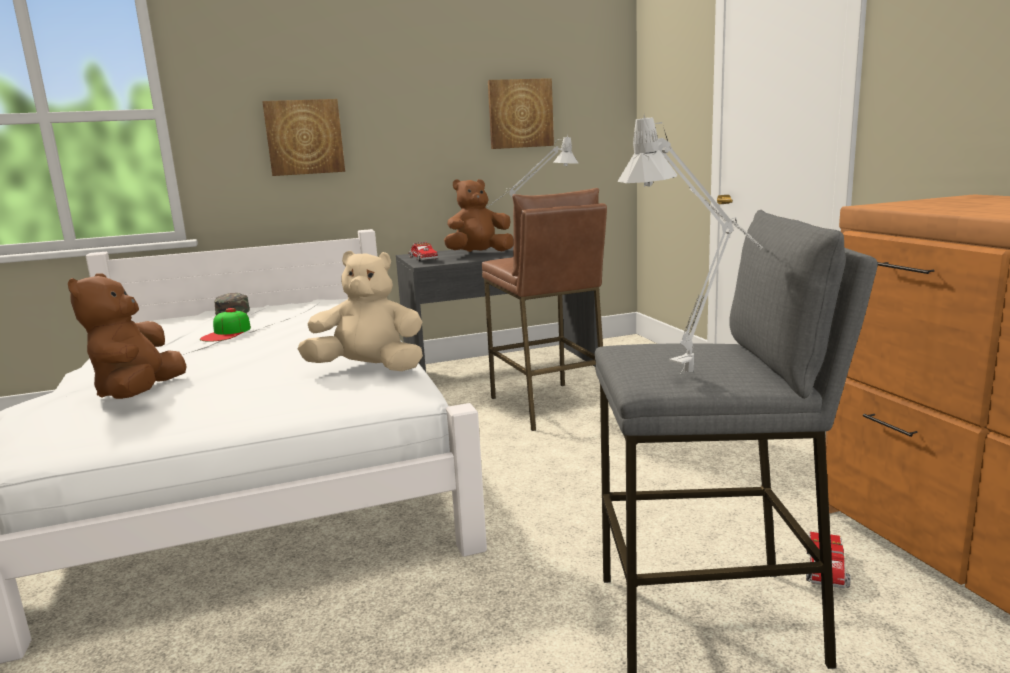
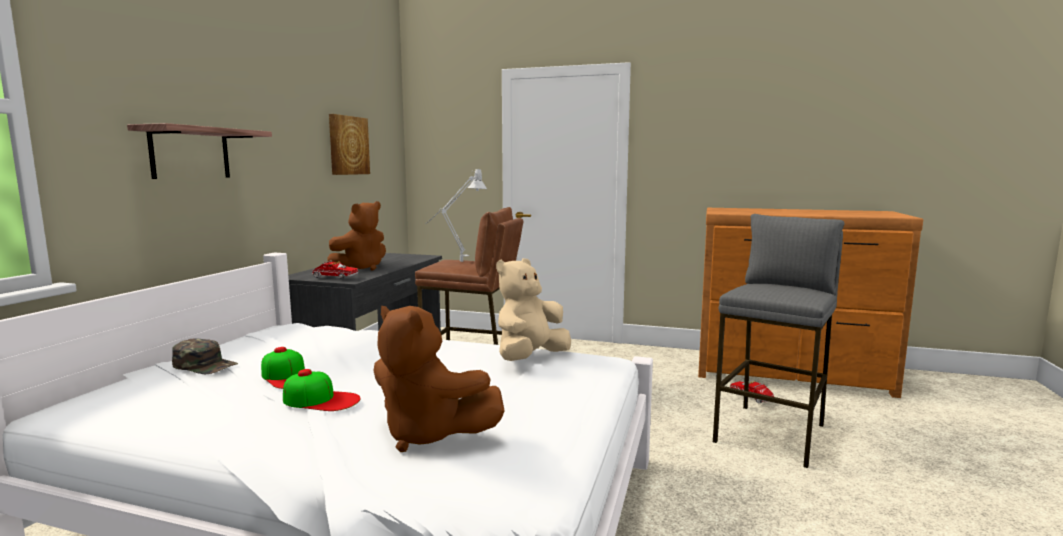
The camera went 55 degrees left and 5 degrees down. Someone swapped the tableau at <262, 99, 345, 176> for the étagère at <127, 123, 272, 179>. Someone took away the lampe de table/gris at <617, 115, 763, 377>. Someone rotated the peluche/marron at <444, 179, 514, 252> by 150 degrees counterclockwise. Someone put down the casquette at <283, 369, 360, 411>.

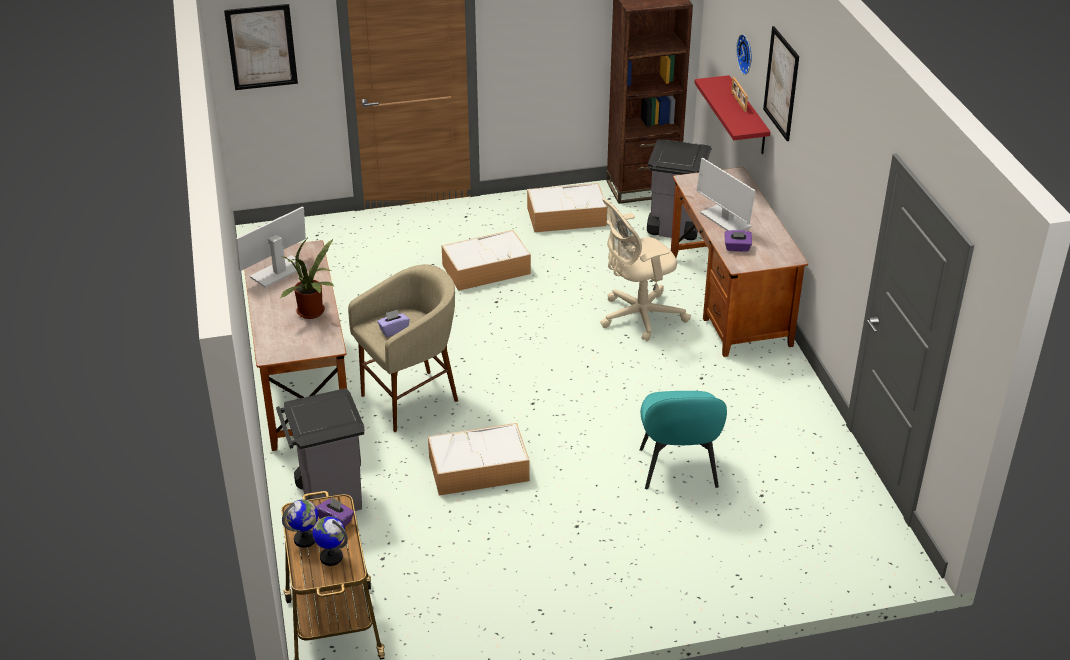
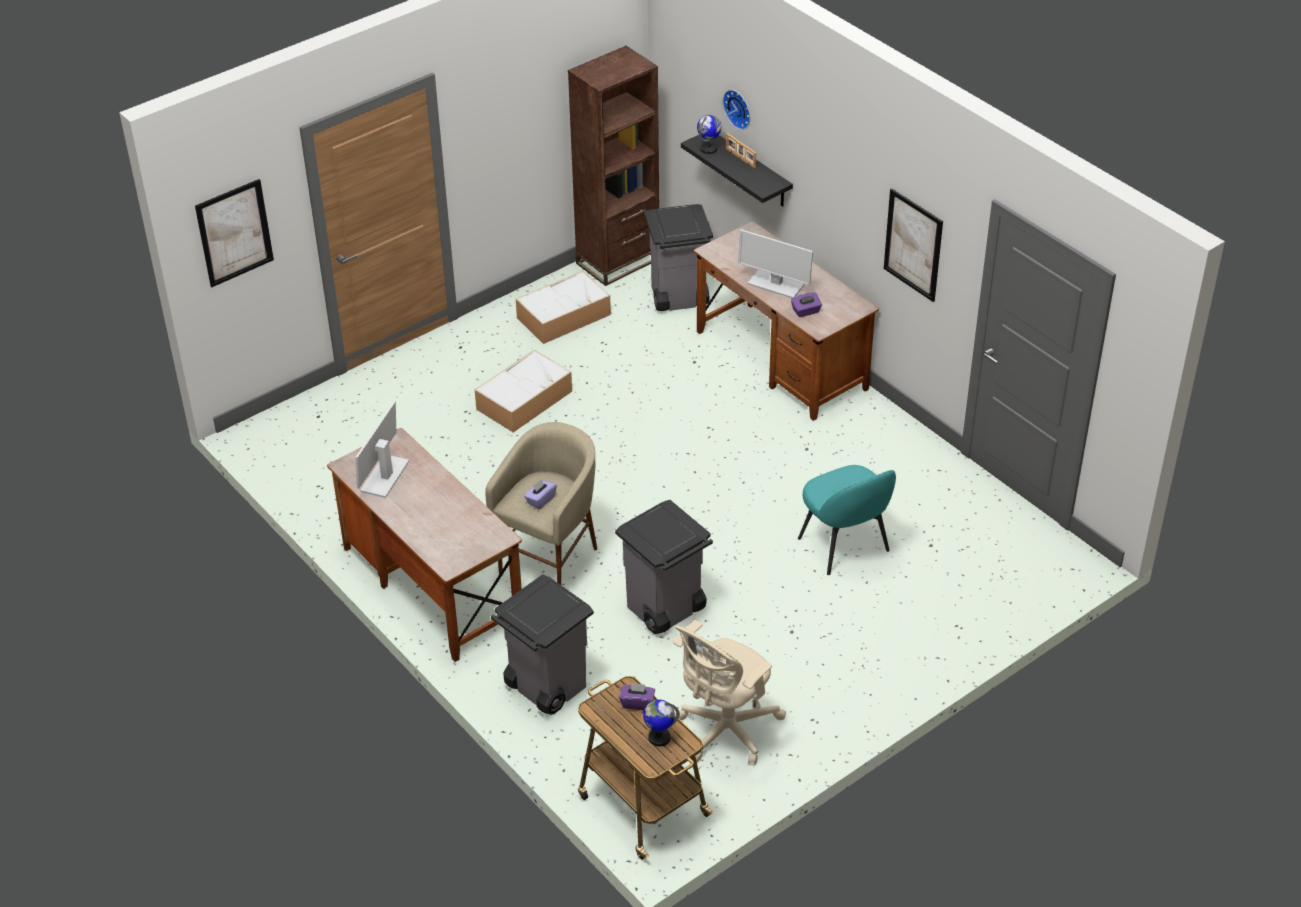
The camera went 25 degrees left and 5 degrees up. Someone carried the tableau from <763, 26, 799, 141> to <884, 189, 943, 302>. Someone repainted the étagère/rouge at <694, 75, 770, 154>, which became the étagère/noir at <681, 135, 793, 207>. Someone carried the chaise de bureau/beige from <600, 199, 691, 341> to <673, 620, 786, 764>. Someone took away the plante en pot at <280, 239, 335, 319>. Someone swapped the boîte de rangement at <428, 423, 530, 496> for the poubelle/gris at <615, 500, 713, 634>. Someone carried the globe from <282, 499, 318, 548> to <697, 115, 721, 154>.

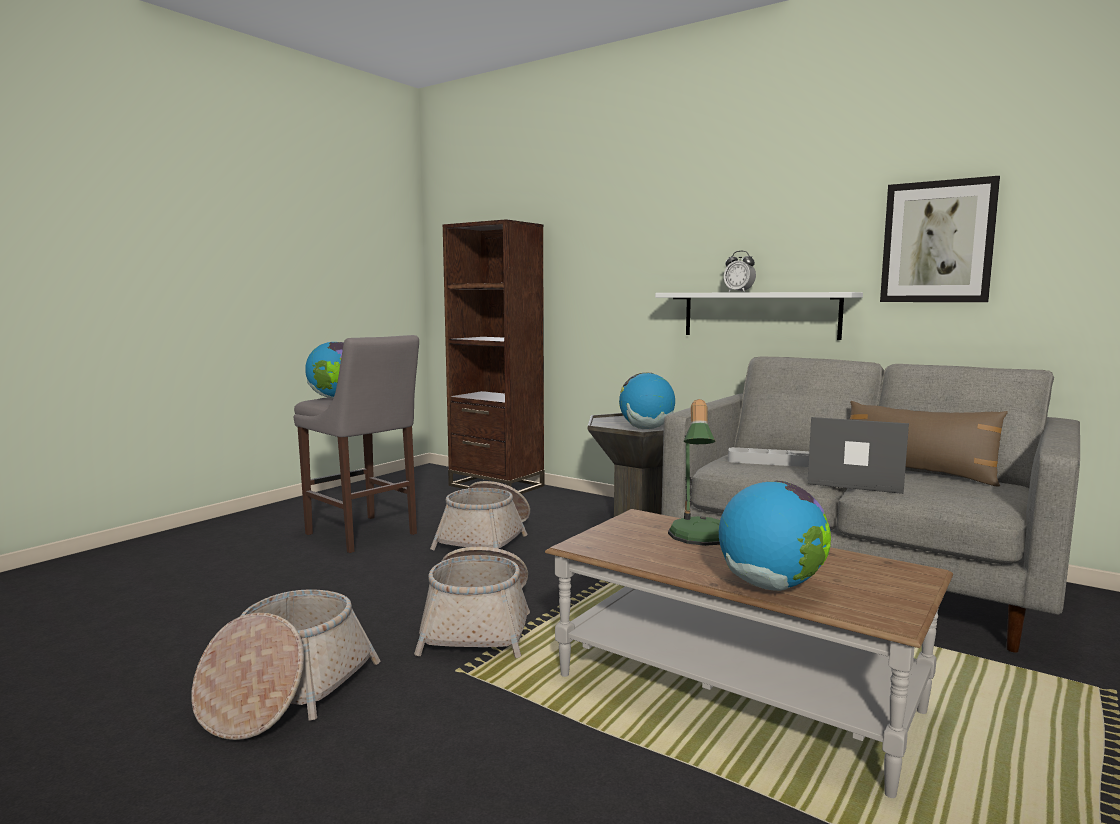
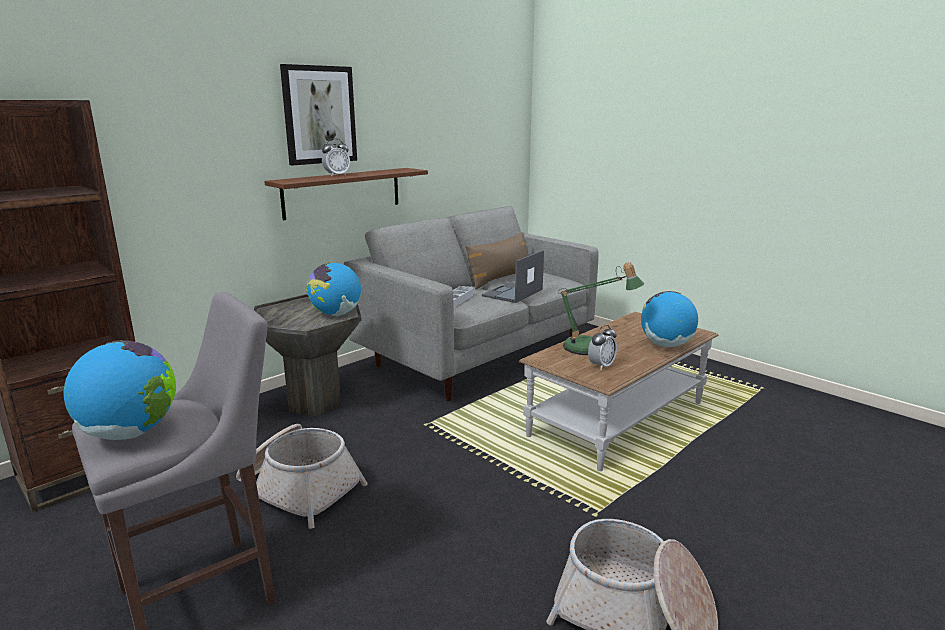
The camera went 80 degrees left and 10 degrees up. Someone carried the tableau from <880, 176, 1000, 302> to <280, 64, 357, 166>. Someone repainted the étagère/blanc at <655, 292, 863, 340>, which became the étagère/marron at <264, 168, 428, 220>. Someone took away the panier at <414, 547, 530, 658>. Someone put down the réveil at <588, 325, 617, 370>.

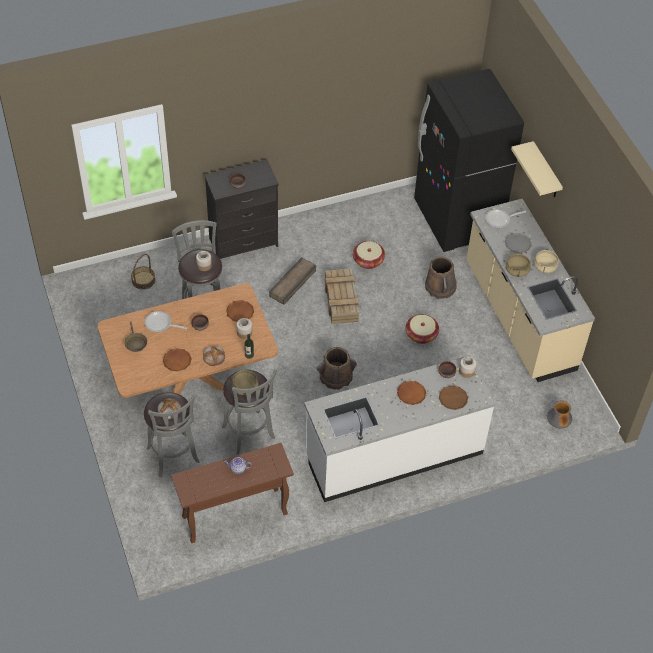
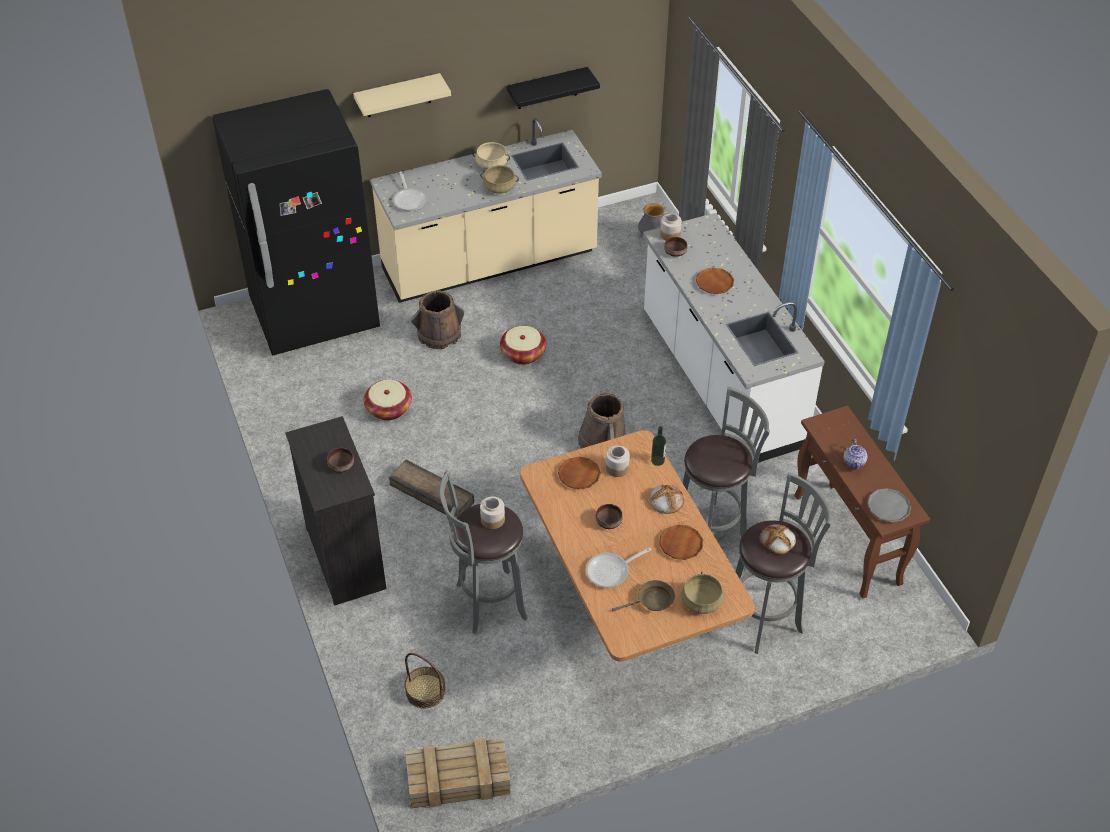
The camera went 90 degrees left and 5 degrees down. Someone carried the assiette/gris from <505, 233, 532, 253> to <867, 488, 911, 522>. Someone carried the caisse from <325, 269, 359, 324> to <405, 738, 511, 808>. Someone rotated the poêle at <145, 311, 187, 332> by 45 degrees clockwise. Someone carried the marmite/beige from <230, 370, 261, 395> to <681, 572, 723, 614>. Someone took away the assiette/marron at <439, 386, 468, 410>. Someone put up the étagère/noir at <507, 67, 600, 109>.

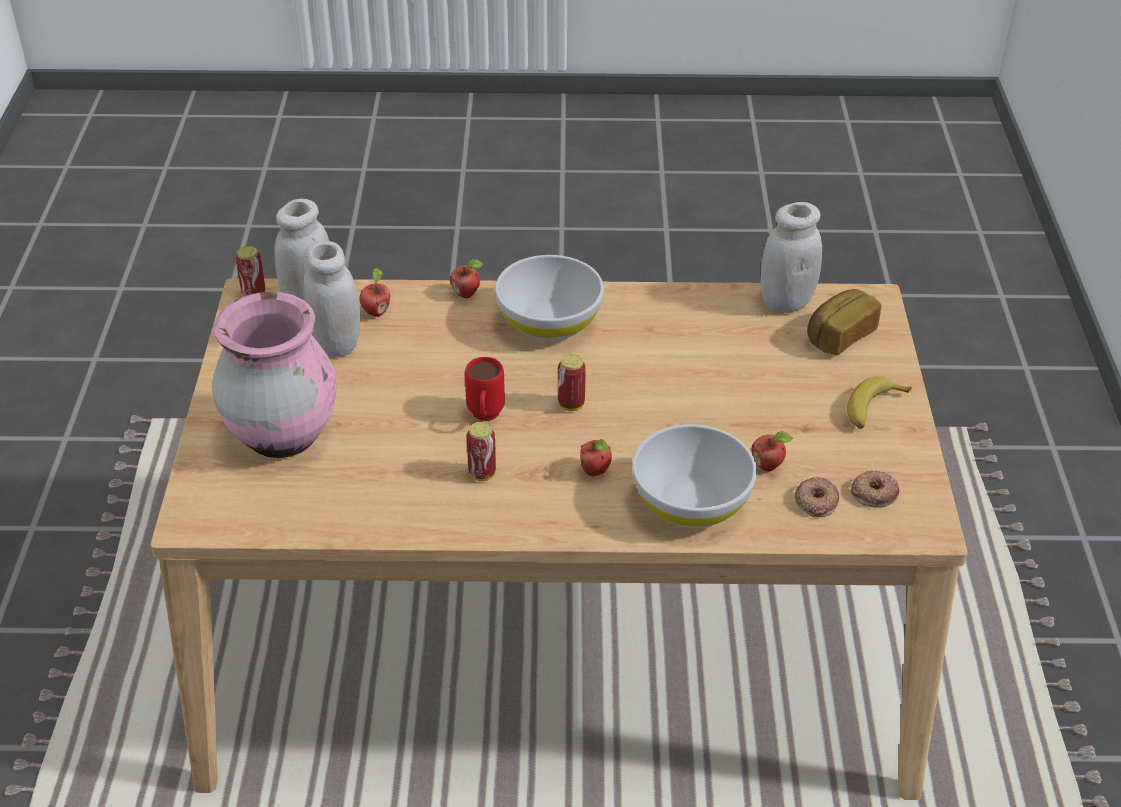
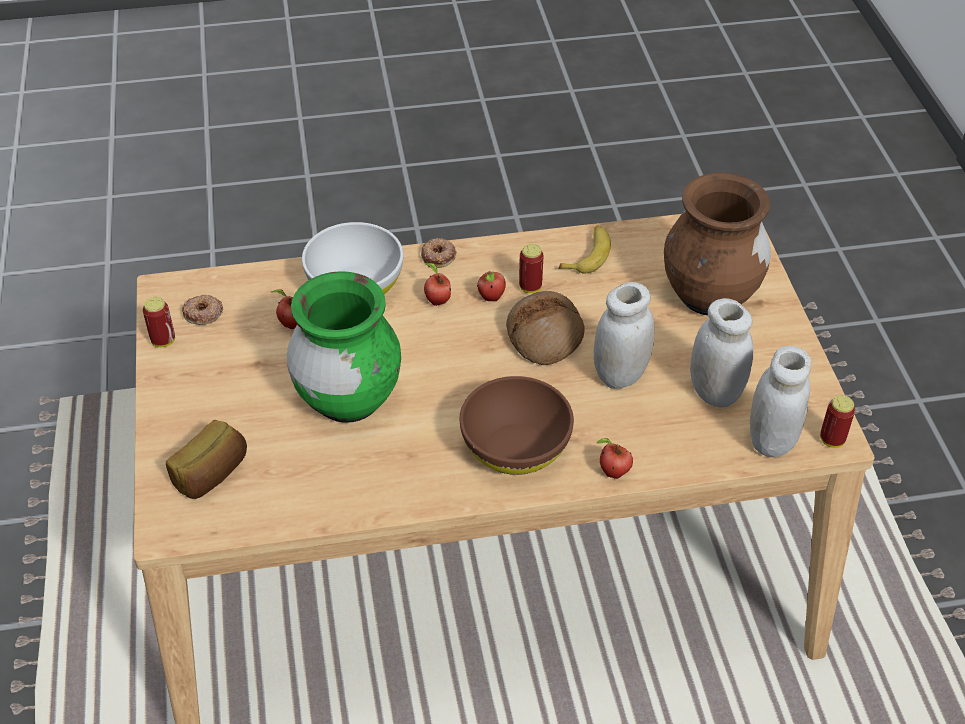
The camera went 170 degrees right and 5 degrees up. Someone carried the bocal/blanc from <760, 202, 822, 313> to <593, 282, 654, 389>. Someone repainted the bol/blanc at <495, 255, 604, 341>, which became the bol/marron at <460, 376, 574, 475>. Someone carried the pomme from <359, 268, 390, 317> to <477, 271, 506, 301>. Someone repainted the vase/rose at <212, 292, 336, 458>, which became the vase/marron at <664, 172, 771, 315>. Someone carried the boîte métallique from <558, 354, 586, 411> to <143, 297, 175, 347>. Someone swapped the mug/rouge at <465, 357, 505, 421> for the pain at <506, 291, 585, 365>. Someone carried the banane from <847, 376, 912, 429> to <558, 226, 611, 273>. Someone carried the beignet from <795, 477, 839, 517> to <421, 238, 456, 268>. Someone put down the vase/vert at <287, 271, 401, 423>.

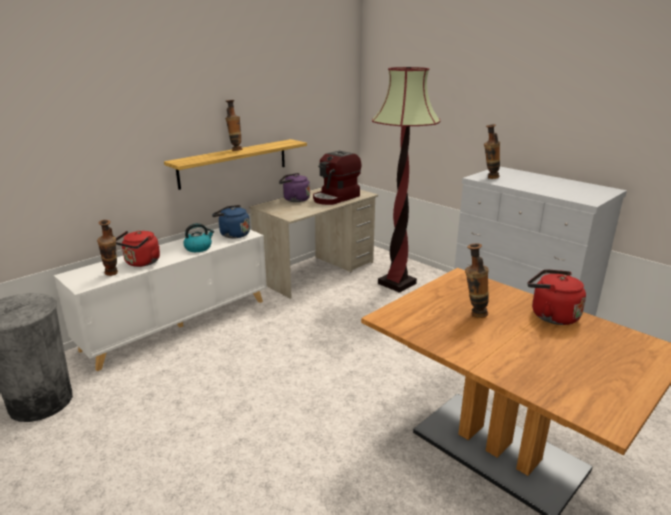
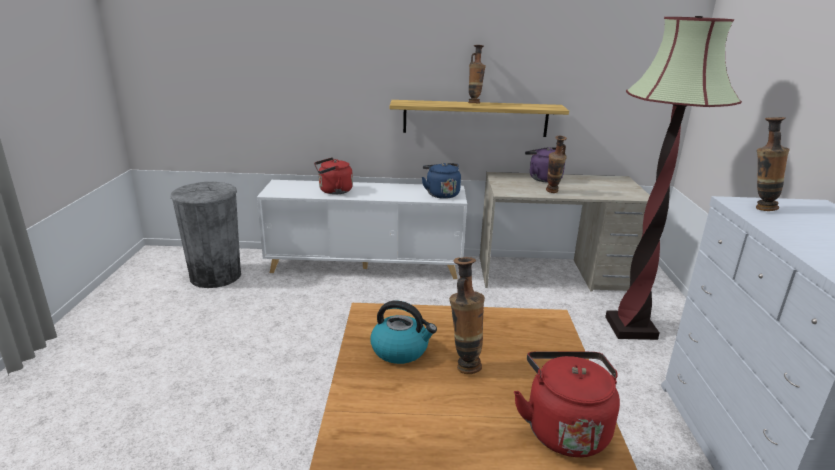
The camera went 45 degrees right and 0 degrees up. Someone took away the machine à café at <313, 151, 362, 205>. Someone carried the vase from <97, 220, 118, 276> to <546, 136, 567, 193>. Someone carried the bouilloire from <183, 223, 214, 252> to <371, 300, 437, 364>.

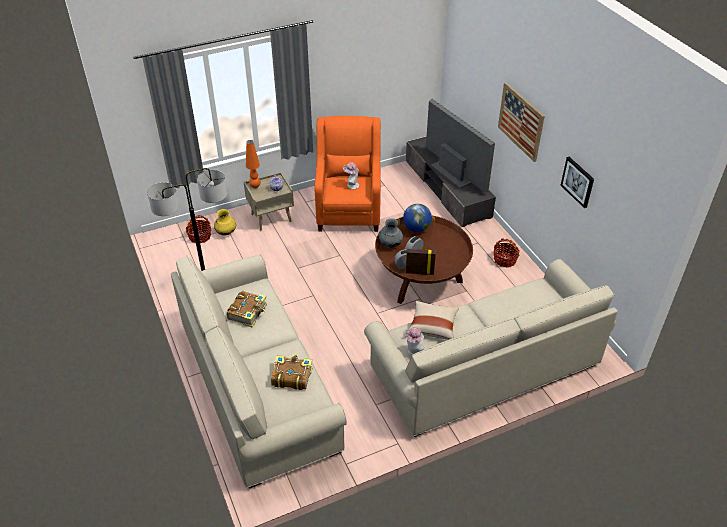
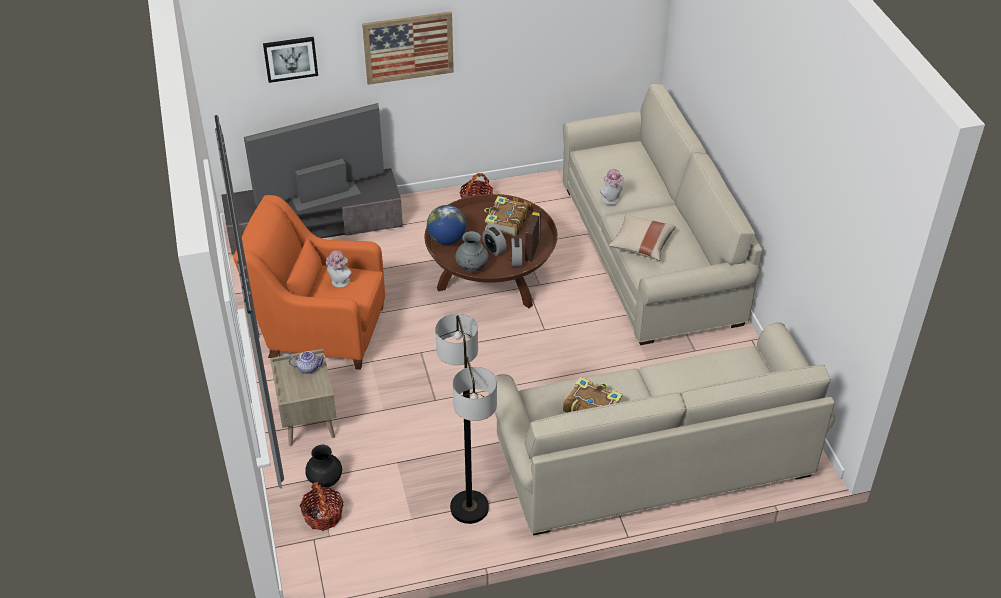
The camera went 80 degrees left and 0 degrees up. Someone took away the lampe de table/orange at <246, 140, 261, 188>. Someone carried the tableau from <561, 157, 594, 208> to <263, 37, 318, 83>. Someone repainted the vase/jaune at <214, 209, 236, 236>, which became the vase/noir at <305, 445, 342, 488>. Someone carried the chapeau from <405, 327, 425, 356> to <600, 169, 624, 205>. Someone carried the livre from <271, 355, 313, 390> to <484, 196, 528, 236>.

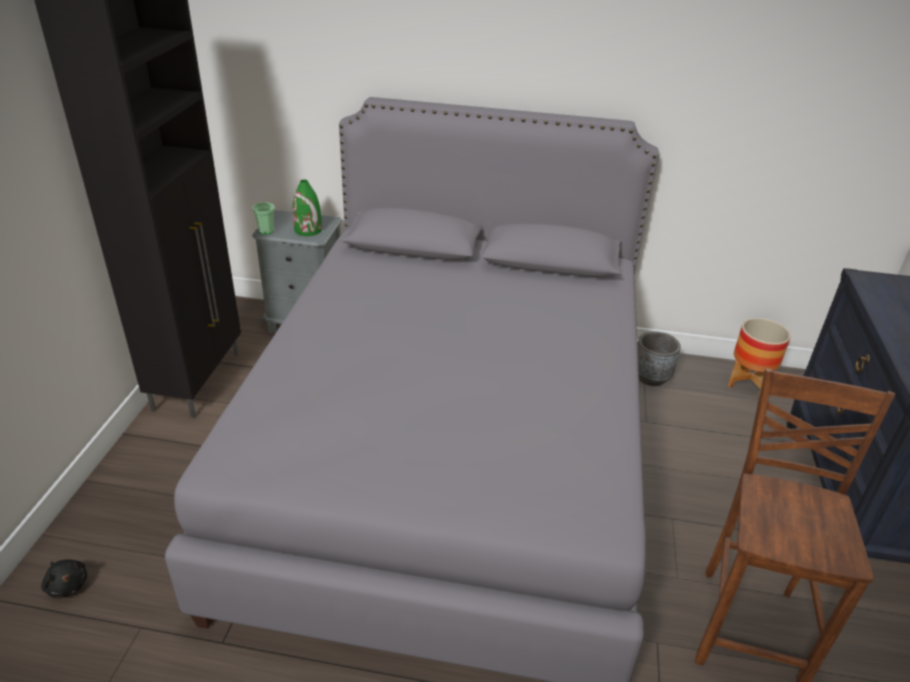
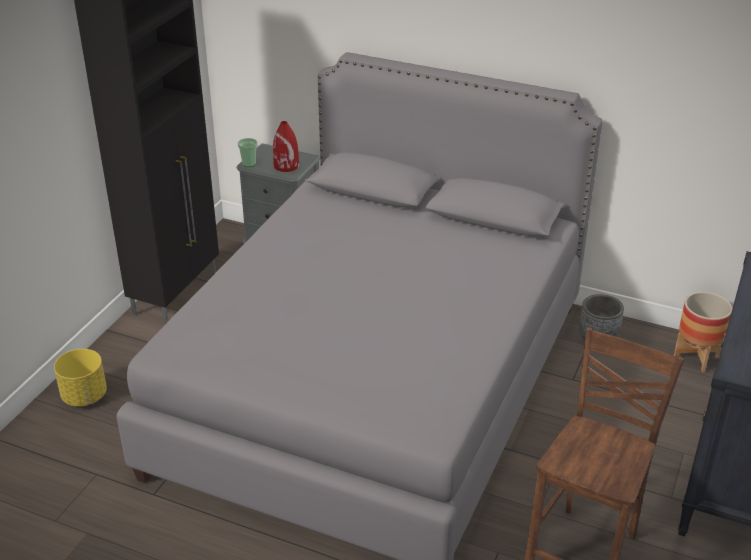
The camera went 15 degrees right and 0 degrees up. Someone repainted the vase/vert at <293, 180, 322, 236>, which became the vase/rouge at <273, 121, 299, 172>. Someone took away the peluche/noir at <41, 559, 87, 599>. Someone put down the cache-pot/jaune at <54, 349, 107, 406>.

